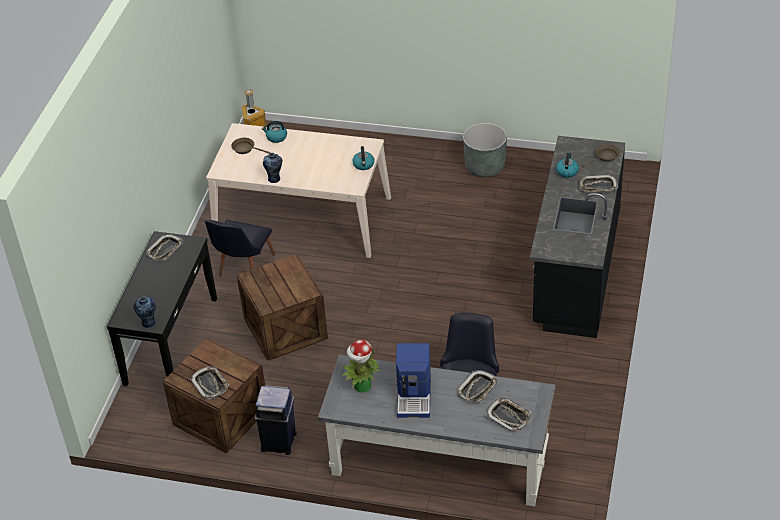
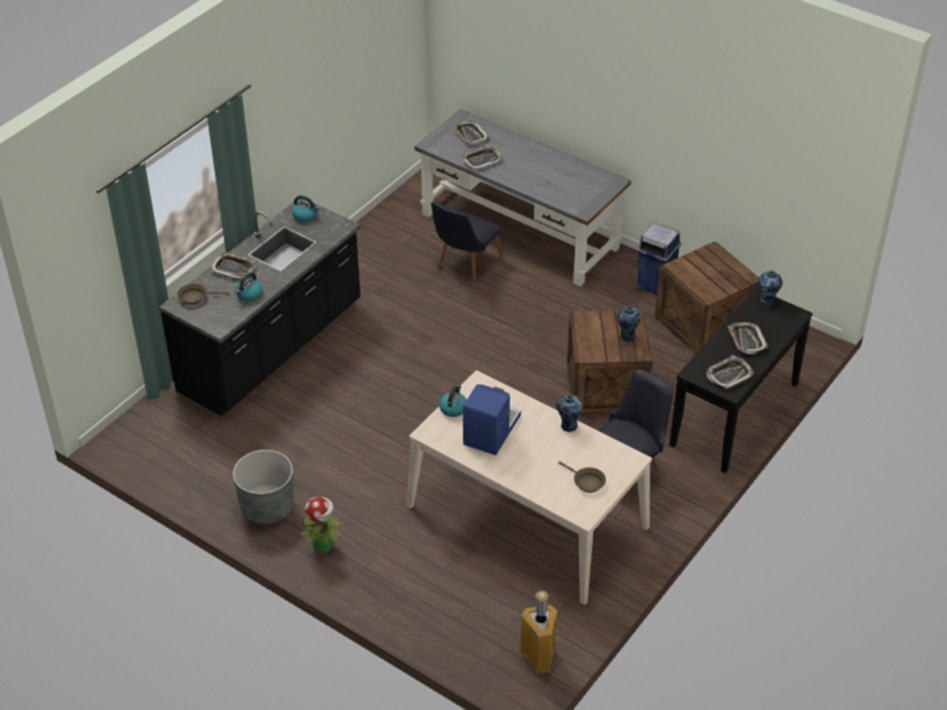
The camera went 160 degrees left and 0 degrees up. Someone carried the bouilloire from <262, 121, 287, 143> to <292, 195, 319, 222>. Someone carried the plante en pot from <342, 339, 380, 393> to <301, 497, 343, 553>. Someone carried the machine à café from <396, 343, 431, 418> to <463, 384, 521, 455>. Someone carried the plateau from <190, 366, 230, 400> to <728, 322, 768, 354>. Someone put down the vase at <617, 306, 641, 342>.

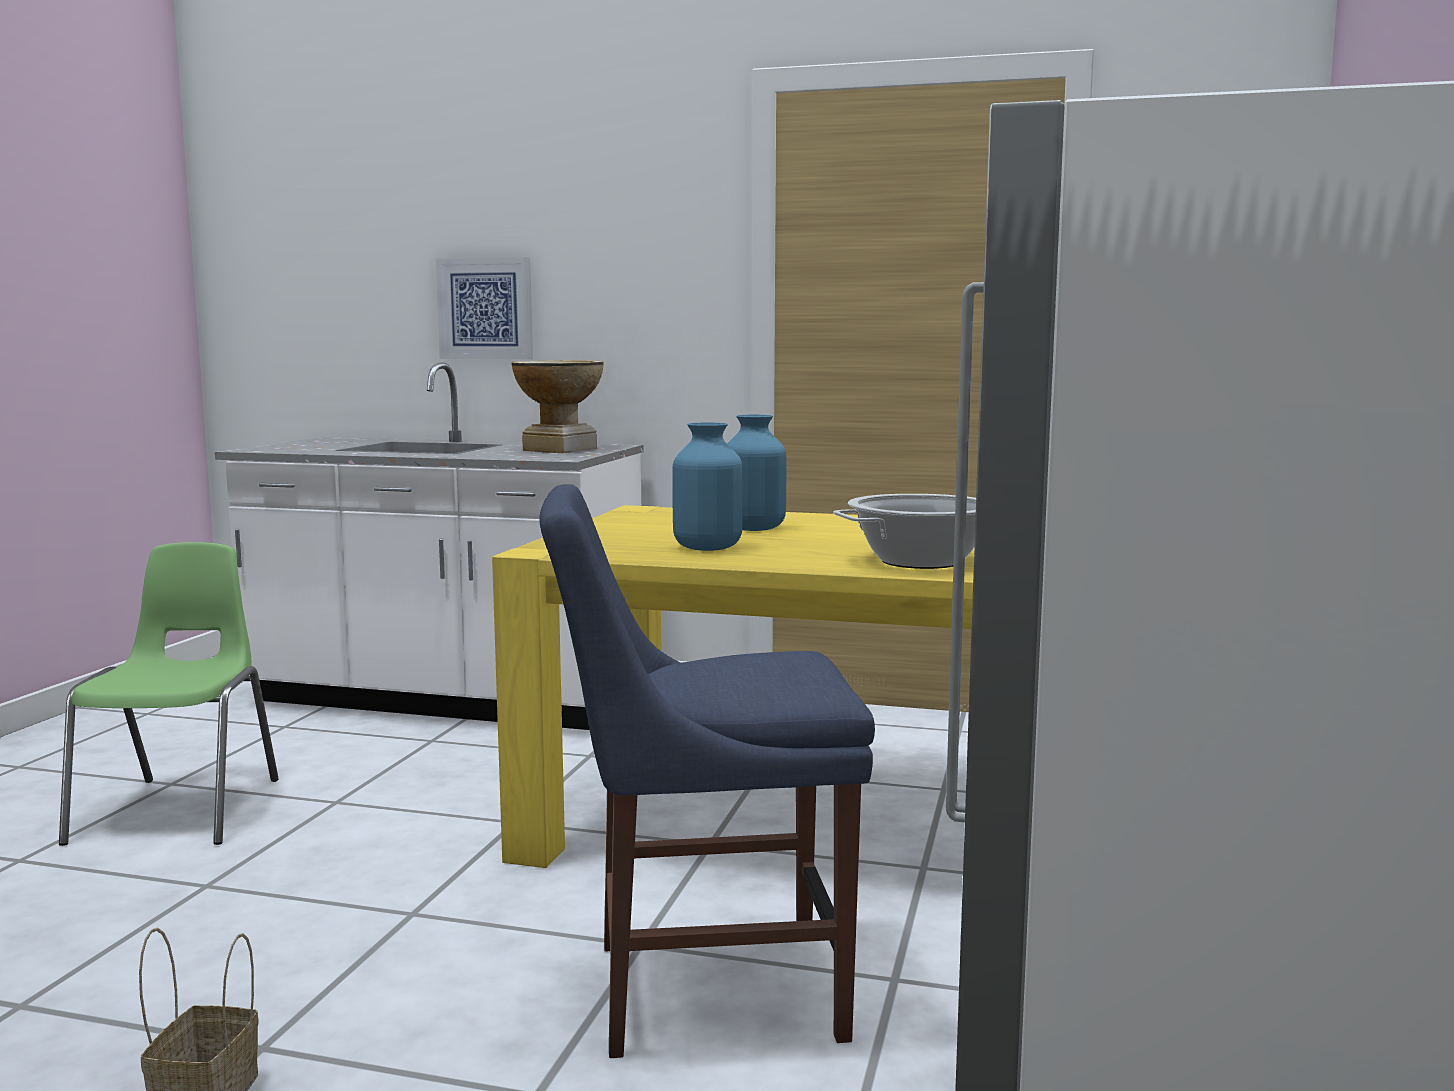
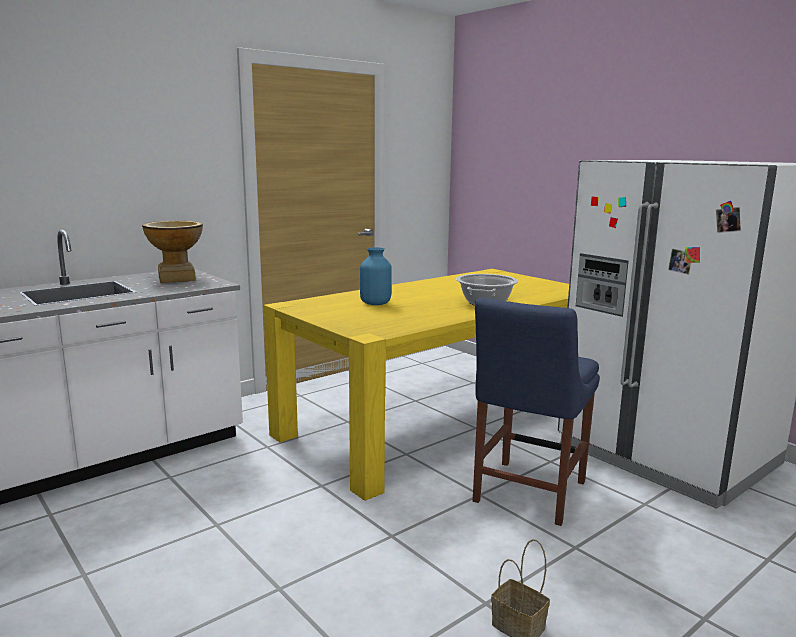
The camera went 55 degrees left and 5 degrees up. Someone took away the tableau at <436, 257, 533, 359>. Someone took away the vase/bleu at <672, 422, 743, 551>. Someone took away the chaise/vert at <59, 542, 279, 846>.

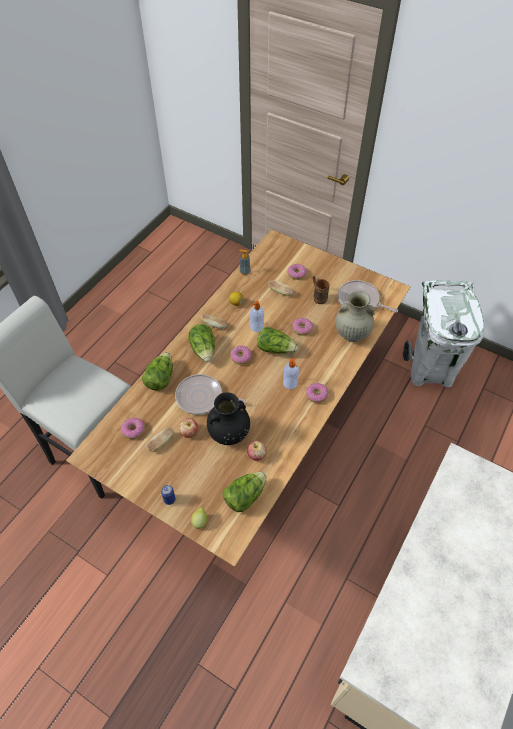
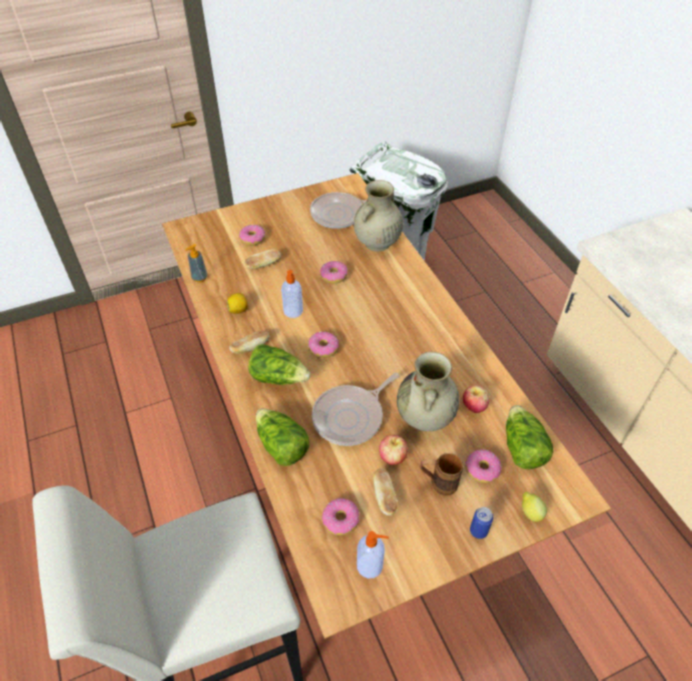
The camera went 55 degrees left and 5 degrees down. Someone carried the mug/marron from <313, 275, 329, 304> to <421, 453, 463, 496>. Someone took away the laitue at <257, 327, 298, 354>. Someone carried the distributeur de savon from <283, 358, 299, 389> to <357, 531, 389, 578>. Someone carried the beignet from <306, 383, 328, 403> to <465, 449, 502, 483>. Someone repainted the vase/noir at <207, 392, 250, 445>, which became the vase/beige at <397, 352, 460, 431>.

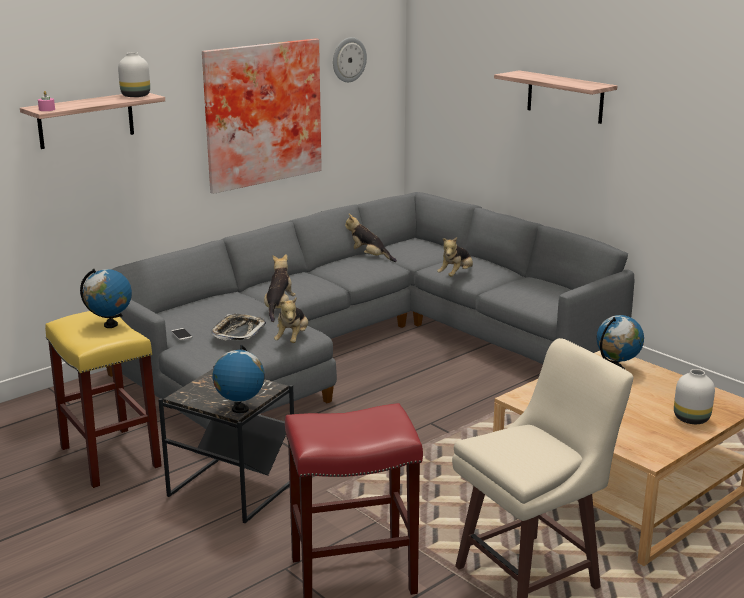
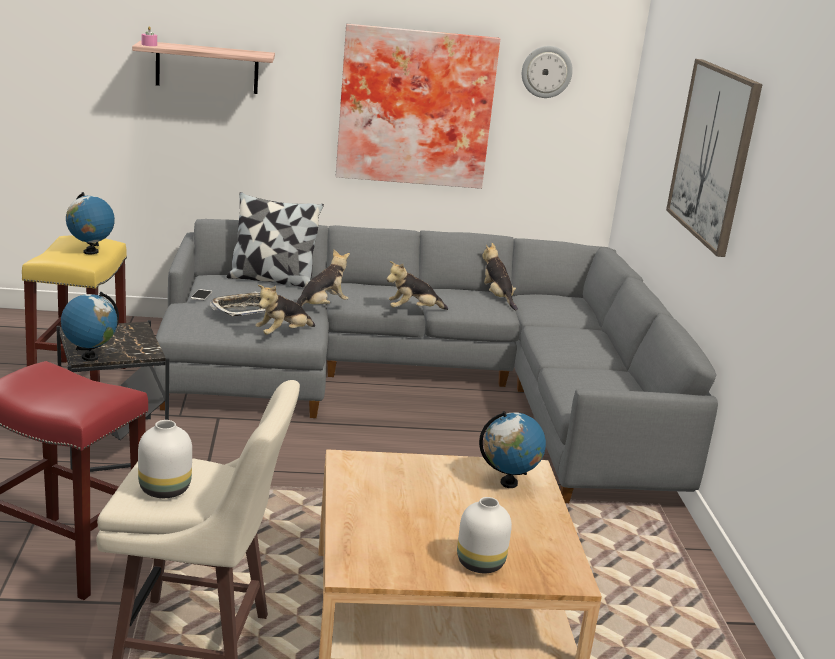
The camera went 35 degrees right and 0 degrees up. Someone carried the vase/blanc from <118, 52, 150, 97> to <138, 420, 192, 498>. Someone swapped the étagère at <494, 70, 617, 124> for the tableau at <666, 59, 763, 257>. Someone carried the peluche from <437, 237, 473, 277> to <386, 261, 448, 310>. Someone put down the coussin at <227, 192, 324, 288>.

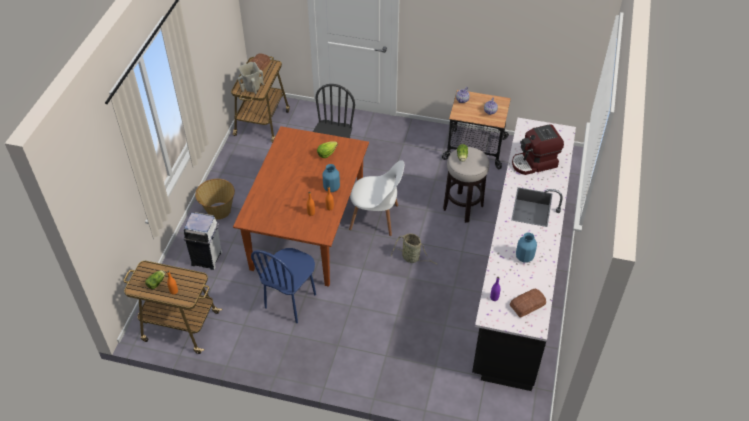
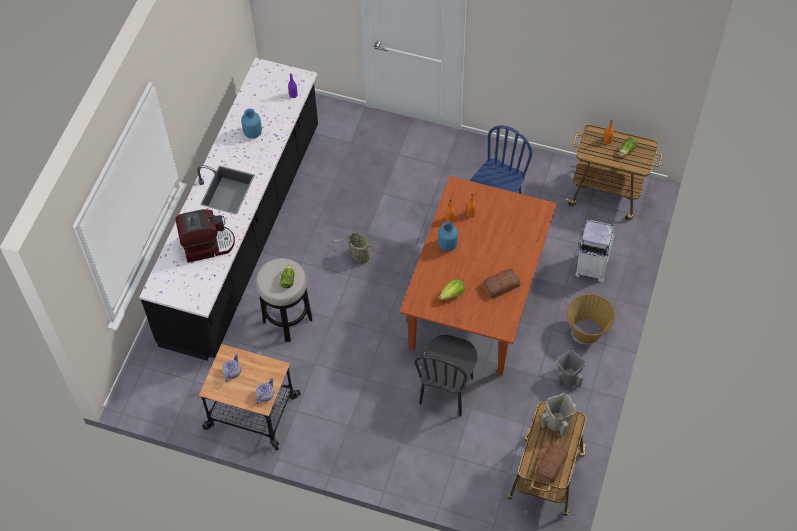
The camera went 175 degrees left and 10 degrees up. Someone took away the chaise/blanc at <349, 160, 404, 236>. Someone carried the pain from <510, 289, 546, 318> to <483, 269, 520, 299>. Someone put down the vase/gris at <557, 350, 585, 388>.

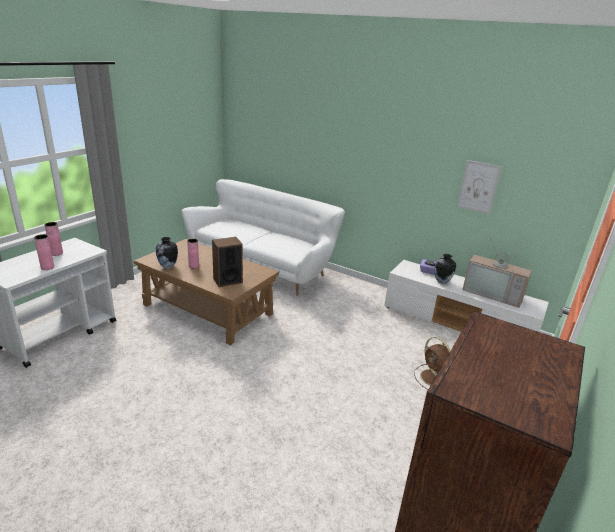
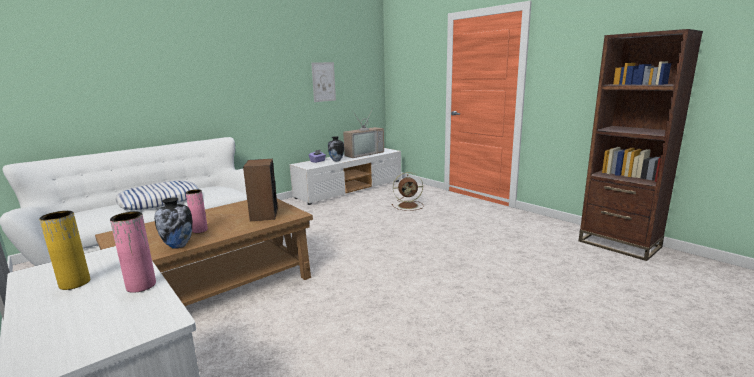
The camera went 70 degrees left and 10 degrees down. Someone repainted the vase/rose at <45, 222, 63, 256>, which became the vase/jaune at <39, 211, 90, 290>. Someone put down the coussin at <115, 181, 200, 210>.

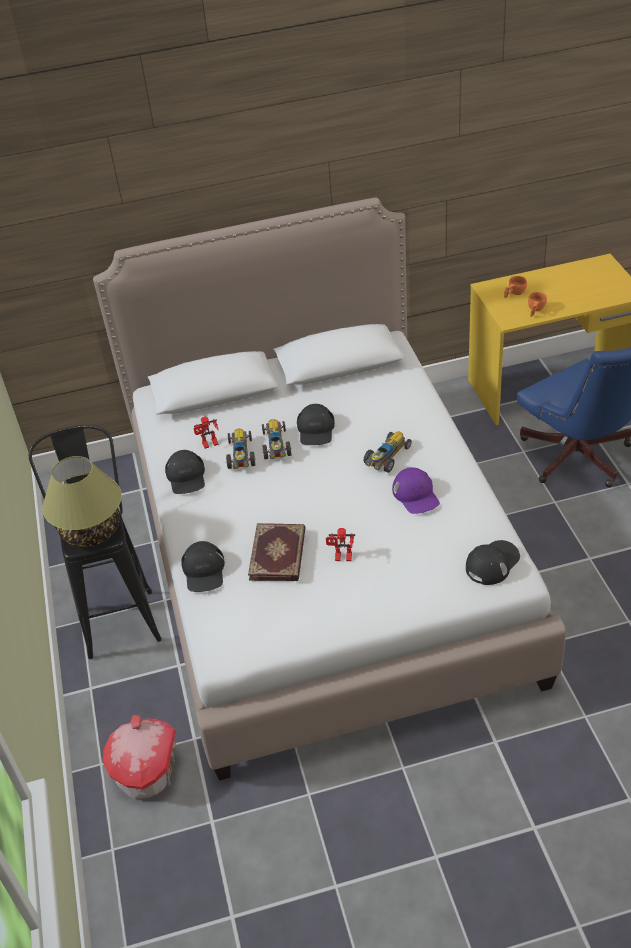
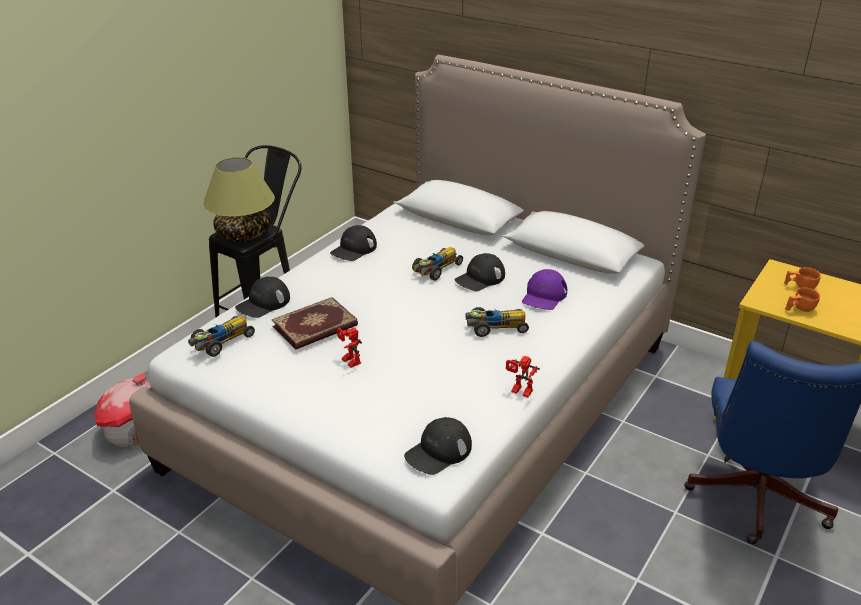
The camera went 45 degrees right and 10 degrees down. Someone carried the robot jouet from <194, 416, 219, 449> to <506, 356, 540, 397>. Someone carried the petite voiture from <226, 428, 256, 469> to <188, 316, 255, 357>. Someone carried the casquette/violet from <392, 467, 440, 514> to <522, 269, 567, 310>. Someone rotated the casquette/noir at <466, 540, 520, 585> by 135 degrees clockwise.

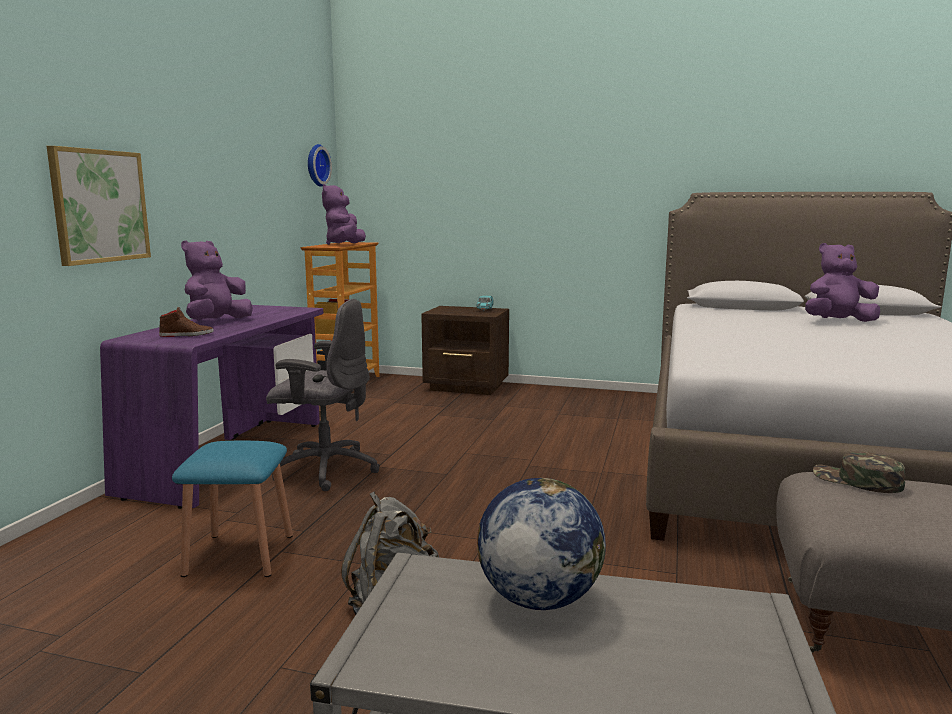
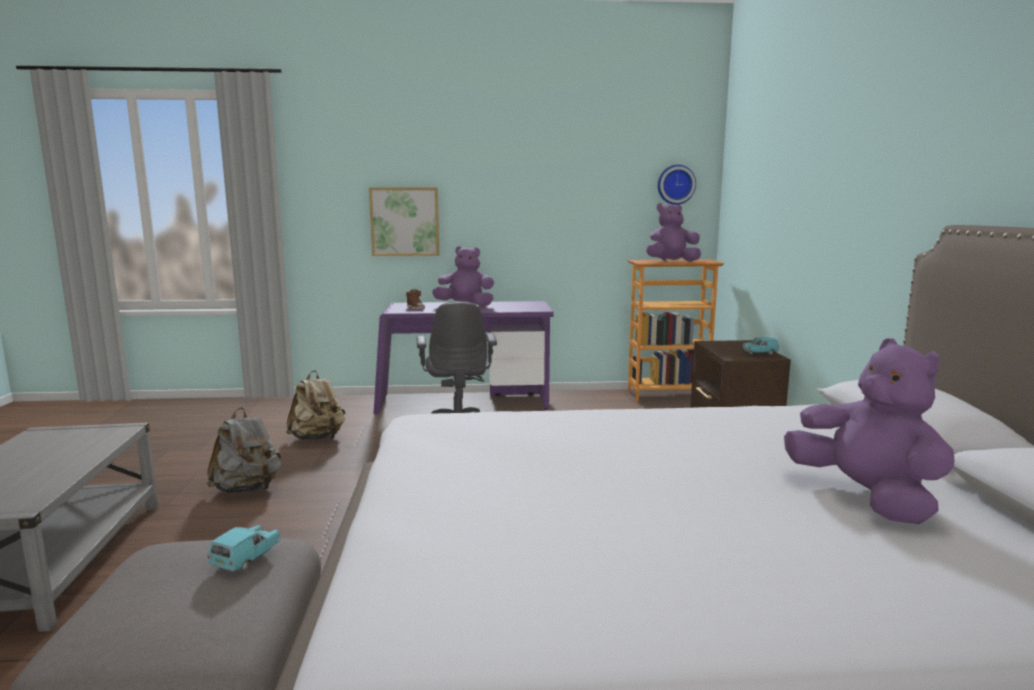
The camera went 70 degrees right and 0 degrees up. Someone swapped the tabouret/bleu at <172, 441, 293, 577> for the sac à dos/beige at <286, 370, 345, 440>. Someone swapped the casquette/vert at <813, 451, 905, 493> for the petite voiture/turquoise at <208, 525, 280, 572>. Someone took away the globe at <477, 478, 606, 610>.

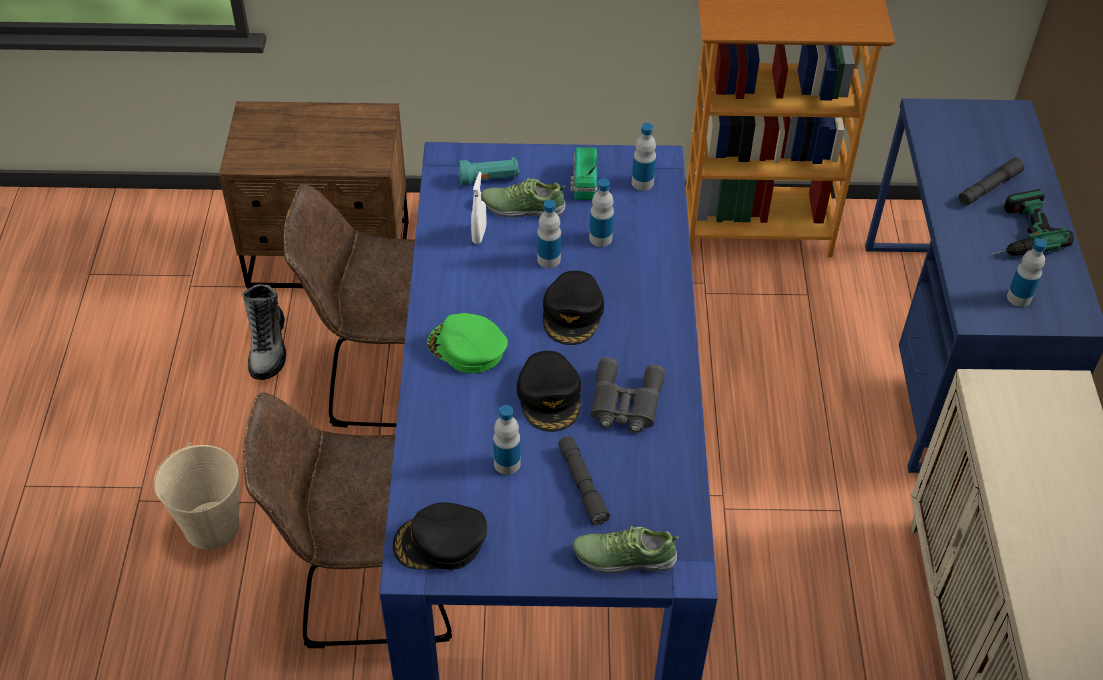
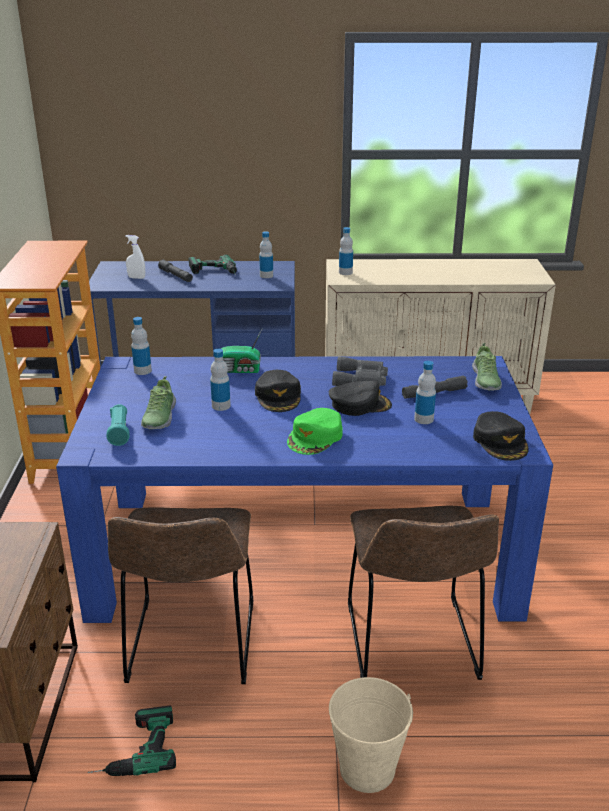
The camera went 90 degrees left and 20 degrees down. Someone carried the radio from <570, 147, 598, 200> to <221, 329, 262, 373>. Someone carried the vaporisateur/blanc from <471, 172, 486, 244> to <125, 235, 145, 279>. Someone carried the bouteille from <589, 178, 614, 247> to <339, 227, 353, 275>. Someone rotated the casquette/noir at <543, 271, 604, 345> by 75 degrees clockwise. Someone swapped the botte at <242, 284, 286, 380> for the perceuse at <88, 705, 176, 776>.

